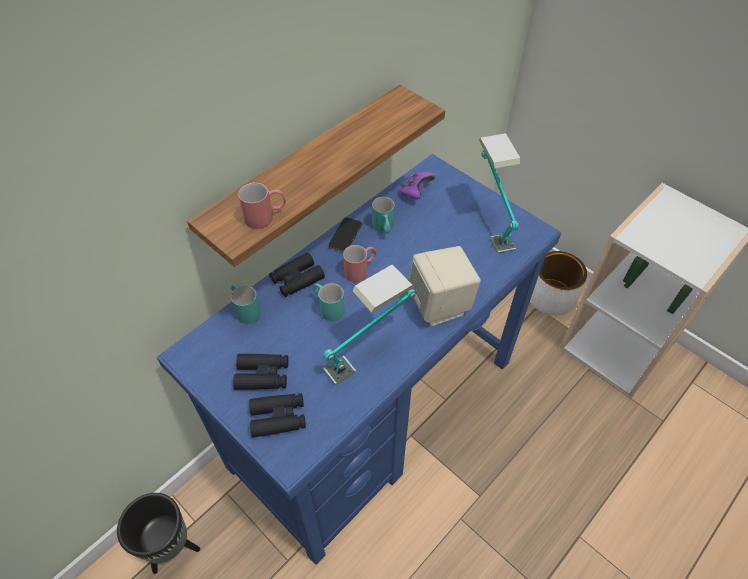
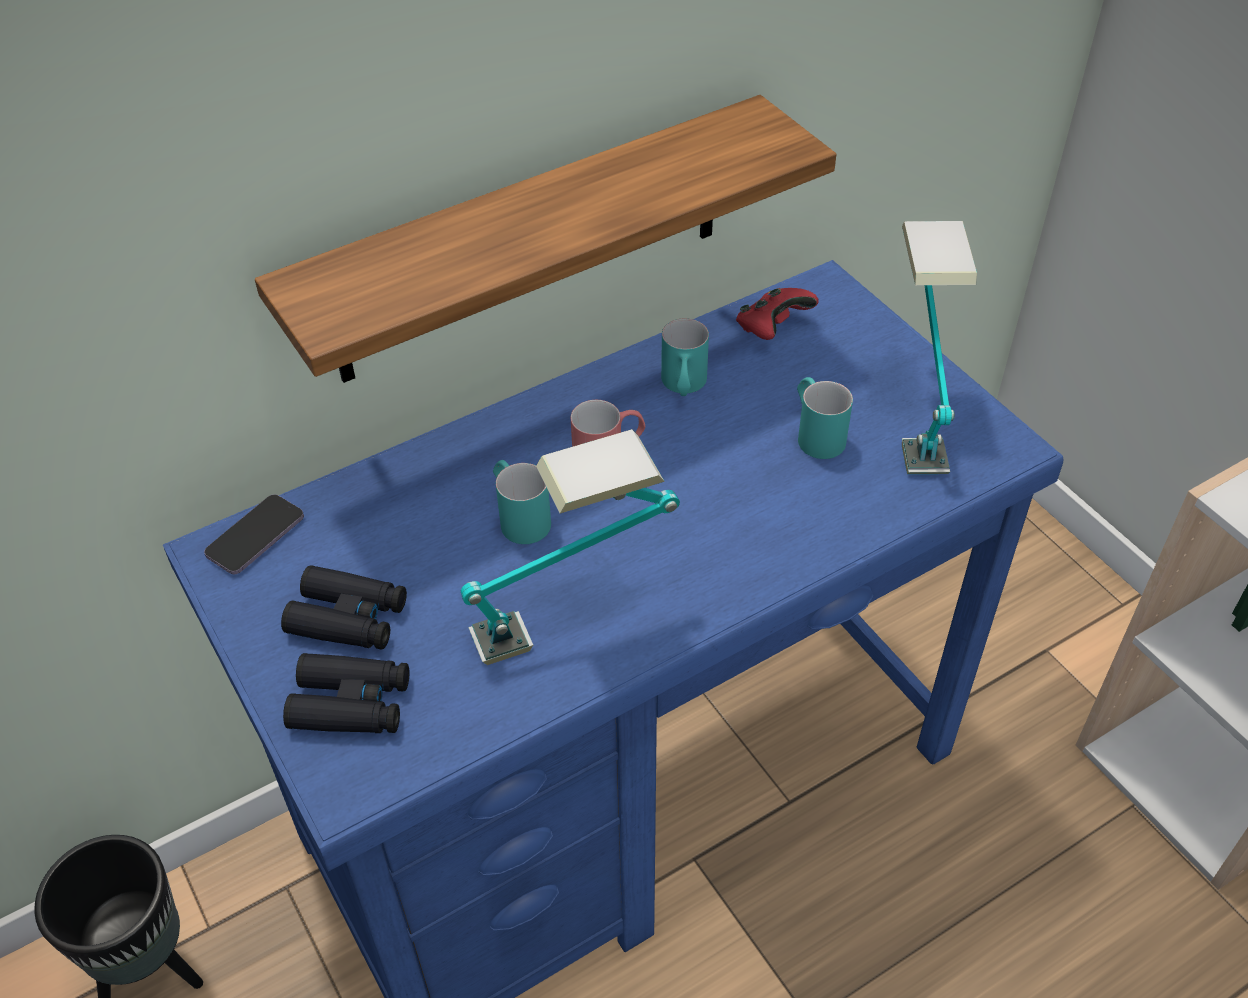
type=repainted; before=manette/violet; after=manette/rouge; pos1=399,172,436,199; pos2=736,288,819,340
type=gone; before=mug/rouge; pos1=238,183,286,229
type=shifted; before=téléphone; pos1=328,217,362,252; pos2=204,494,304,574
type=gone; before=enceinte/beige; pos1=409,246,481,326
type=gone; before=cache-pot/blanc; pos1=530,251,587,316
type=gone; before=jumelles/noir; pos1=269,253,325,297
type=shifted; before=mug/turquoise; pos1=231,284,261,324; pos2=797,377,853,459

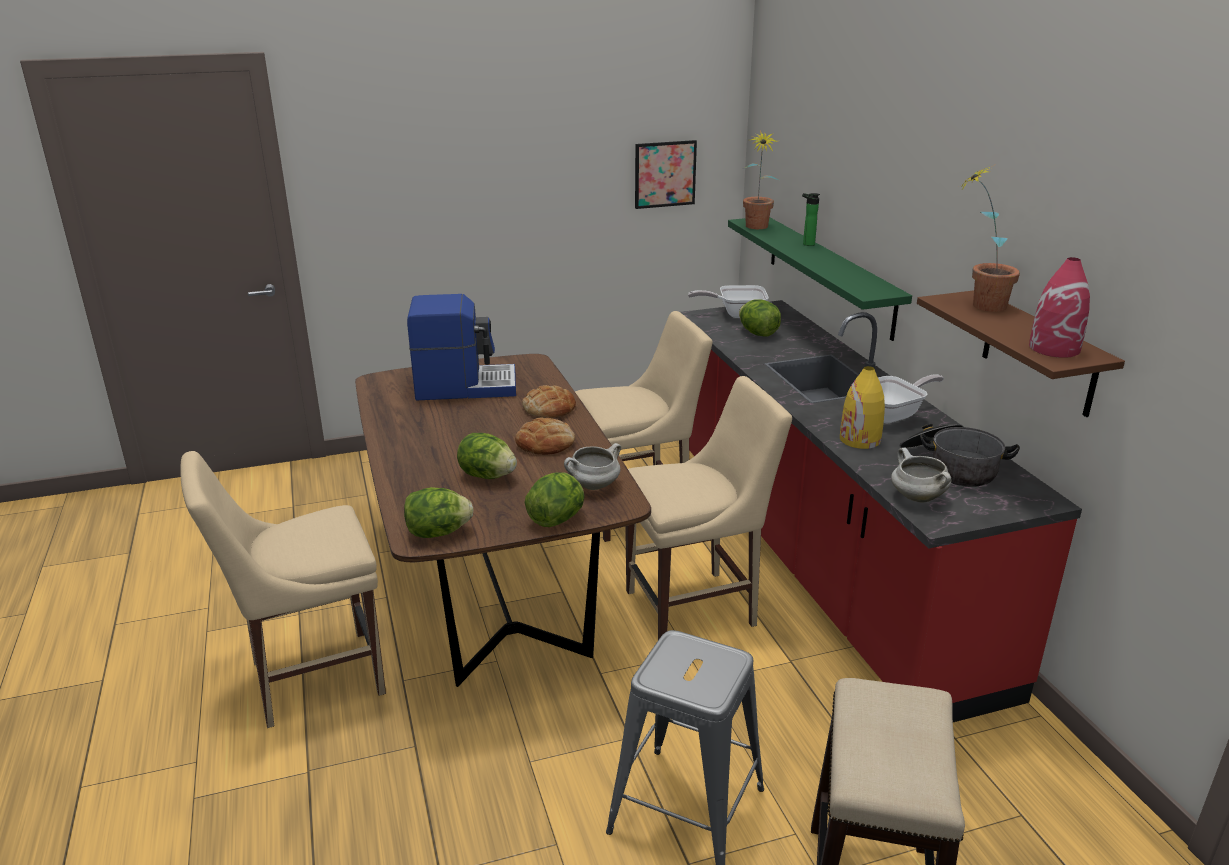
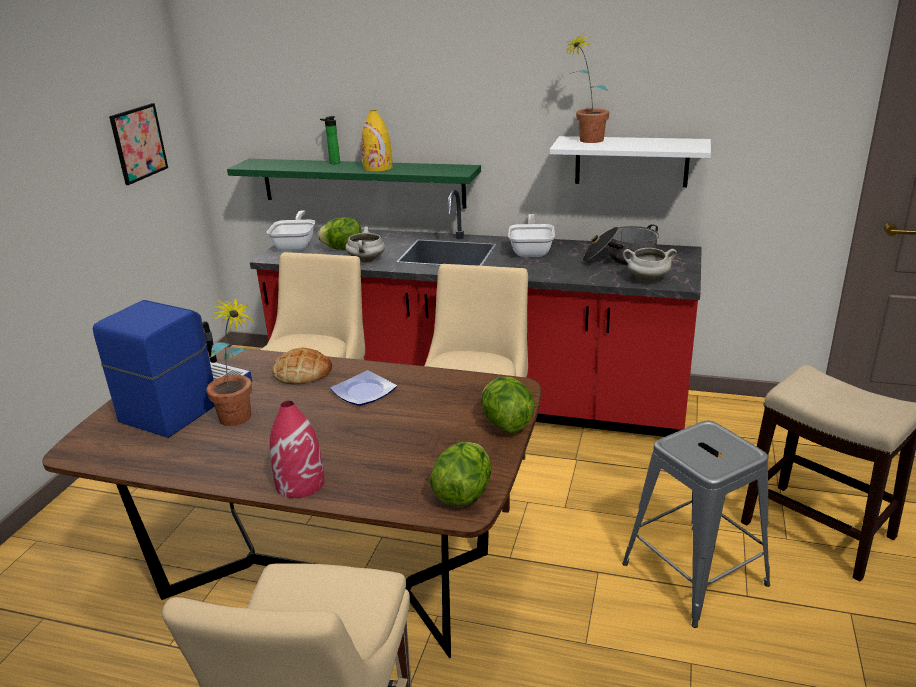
type=shifted; before=plante en pot; pos1=743,130,779,229; pos2=206,297,255,426
type=shifted; before=vase/rouge; pos1=1029,257,1090,358; pos2=270,401,325,498
type=rotated; before=poêle; pos1=688,285,769,318; pos2=267,210,315,251; turn=150
type=repainted; before=étagère/marron; after=étagère/blanc; pos1=917,290,1125,417; pos2=550,136,711,187
type=shifted; before=vase/jaune; pos1=840,366,885,449; pos2=361,110,393,172
type=swapped; before=pain; after=assiette; pos1=515,418,575,455; pos2=330,370,397,406
type=gone; before=laitue; pos1=457,433,517,479
type=shifted; before=marmite/blanc; pos1=564,443,621,490; pos2=345,227,385,263

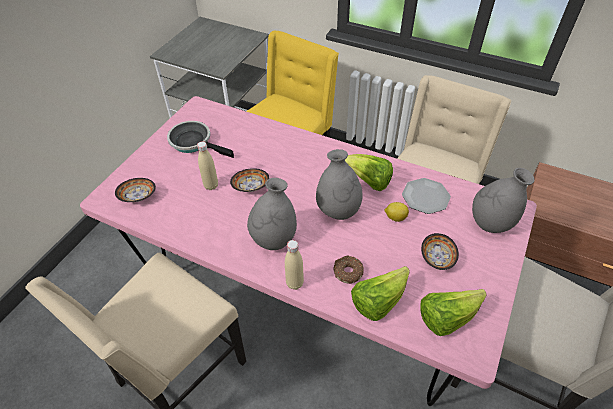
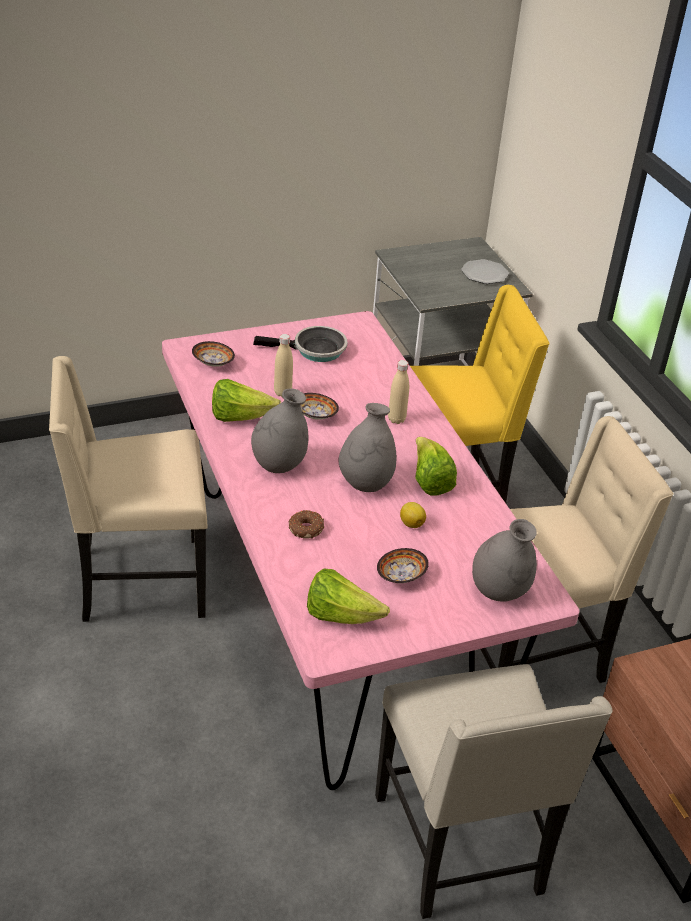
type=rotated; before=poêle; pos1=167,121,234,158; pos2=253,326,347,362; turn=105
type=shifted; before=assiette; pos1=402,178,451,214; pos2=461,259,509,284
type=shifted; before=bouteille/beige; pos1=285,240,304,290; pos2=388,360,409,424
type=shifted; before=laitue; pos1=351,266,410,321; pos2=212,379,281,422

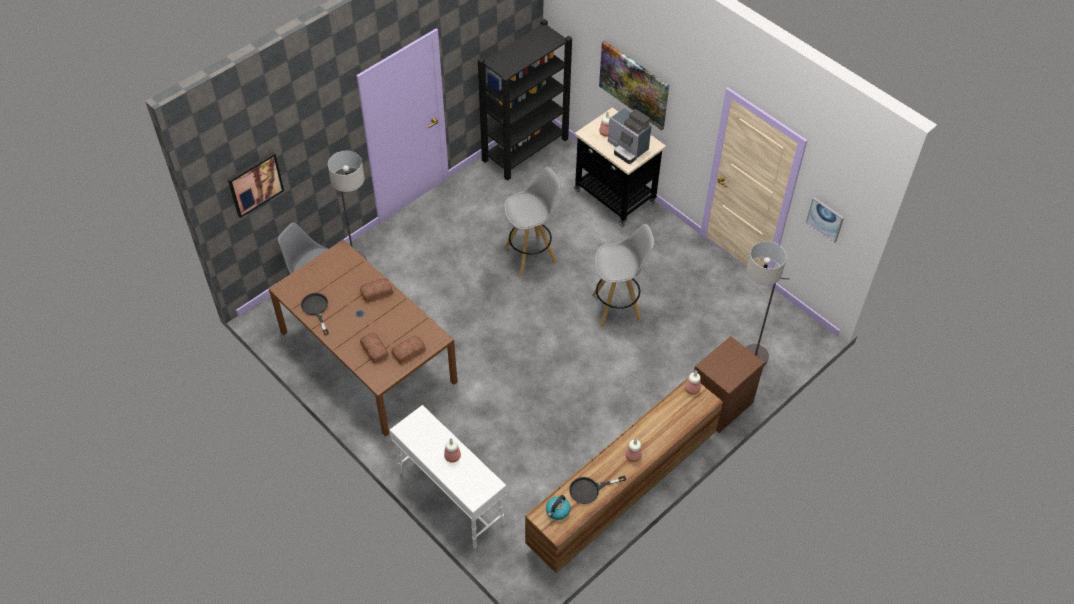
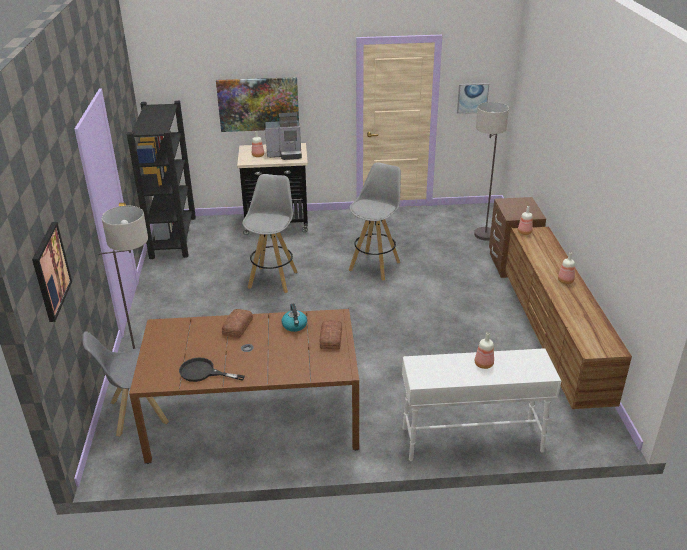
type=gone; before=pain; pos1=360,333,389,364
type=gone; before=poêle/noir; pos1=569,476,626,504
type=shifted; before=bouilloire; pos1=546,495,570,520; pos2=282,303,307,332

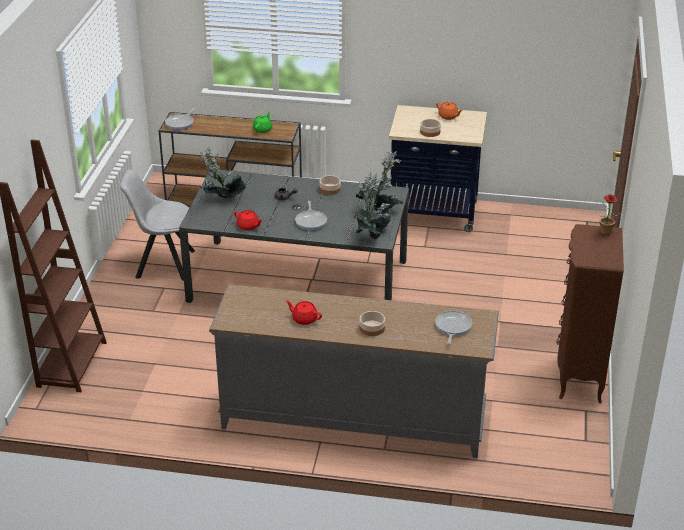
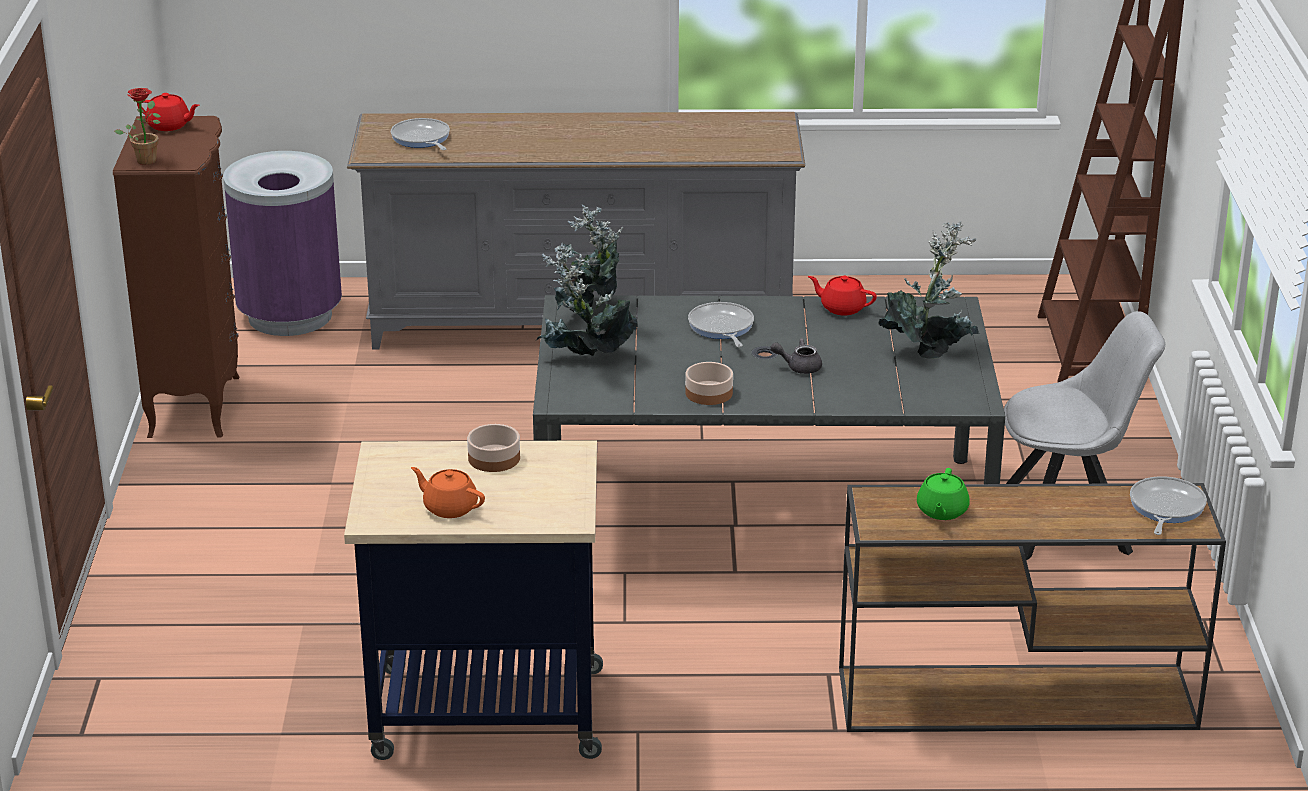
type=shifted; before=théière/rouge; pos1=286,300,322,325; pos2=137,93,200,131
type=rotated; before=poêle; pos1=435,310,472,344; pos2=391,118,450,150; turn=150
type=gone; before=bol; pos1=359,311,385,336
type=new; after=poubelle/violet; pos2=223,151,342,336

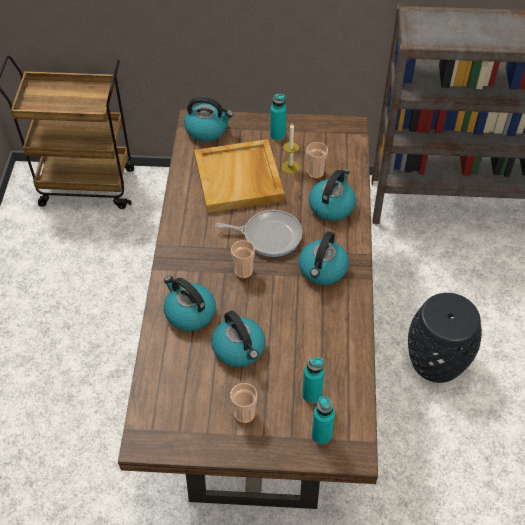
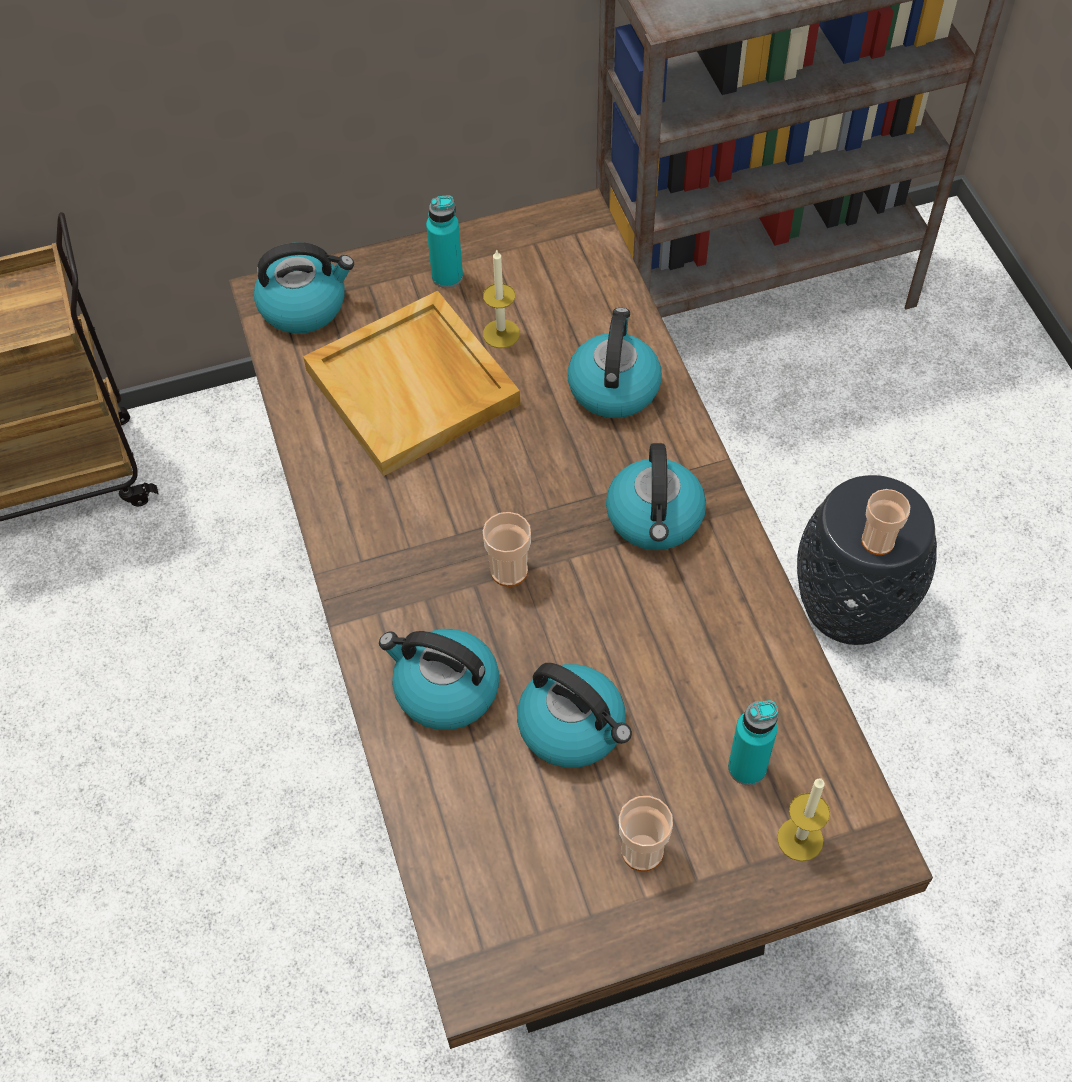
type=shifted; before=tasse; pos1=306,142,328,179; pos2=861,489,910,555
type=gone; before=poêle; pos1=215,210,302,257
type=swapped; before=bouteille/turquoise; after=bougie; pos1=312,395,335,445; pos2=777,778,830,861

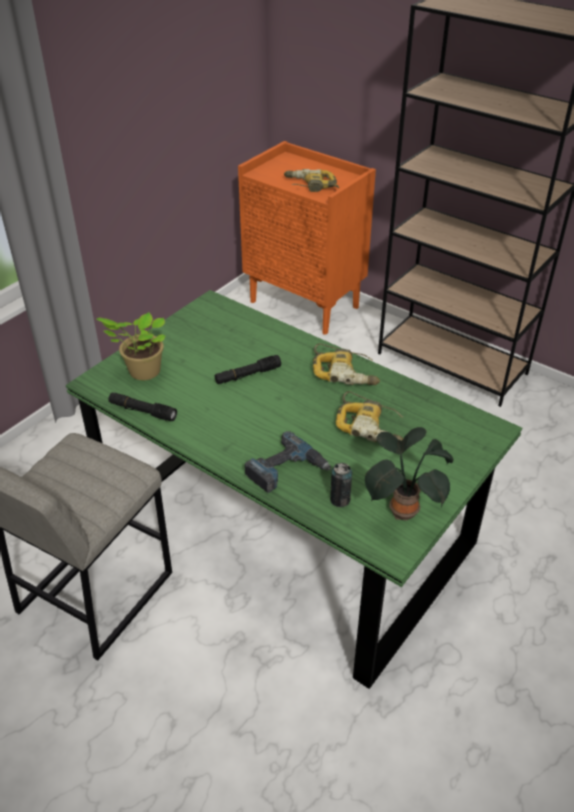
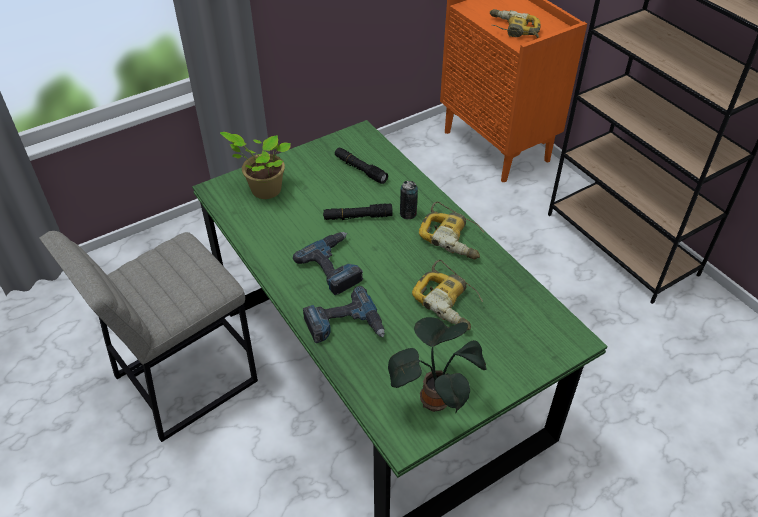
type=shifted; before=lampe de poche/noir; pos1=108,392,177,421; pos2=335,147,388,184
type=shifted; before=boîte métallique; pos1=330,463,352,507; pos2=400,181,418,219
type=new; after=perceuse; pos2=293,232,363,295

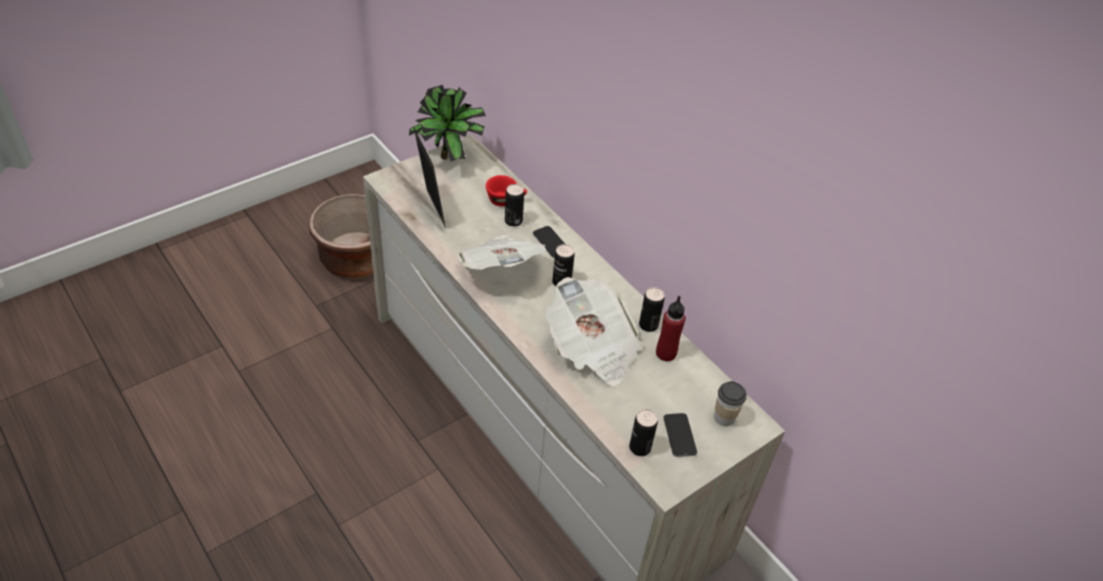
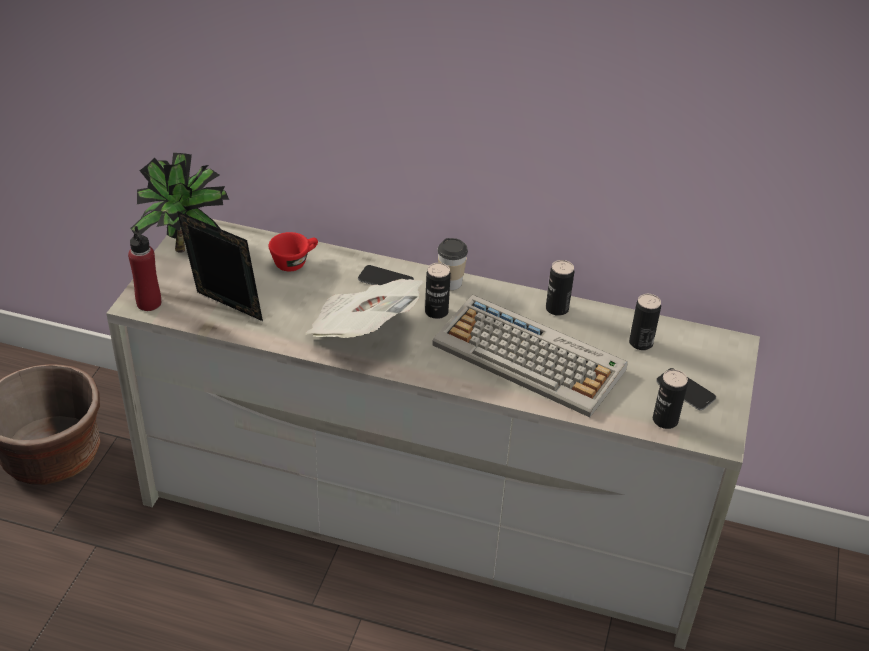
type=shifted; before=boîte métallique; pos1=505,184,524,227; pos2=629,294,661,350
type=swapped; before=journal; after=clavier; pos1=545,277,643,386; pos2=432,295,628,418
type=shifted; before=bouteille/rouge; pos1=656,296,685,361; pos2=128,226,161,311
type=shifted; before=tasse; pos1=714,381,747,426; pos2=437,238,468,290

